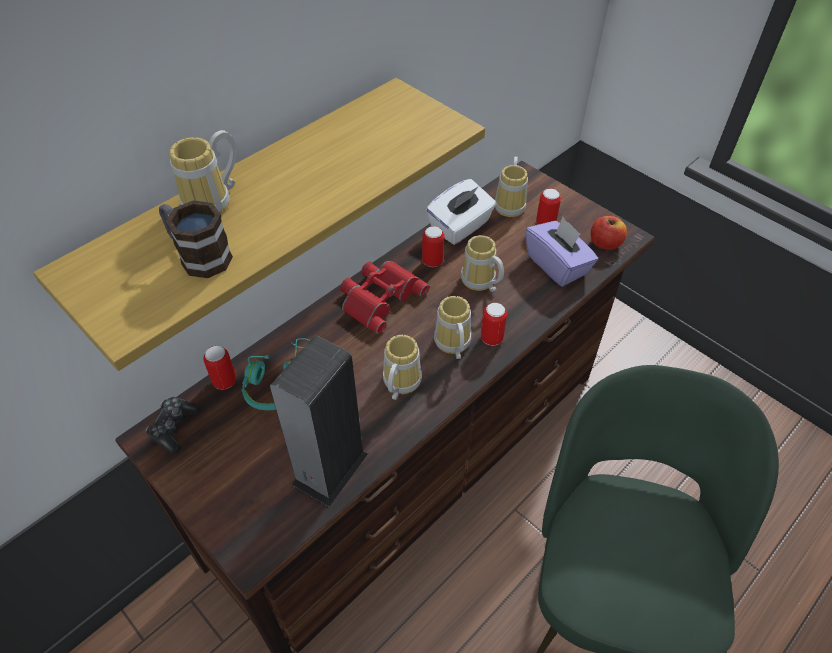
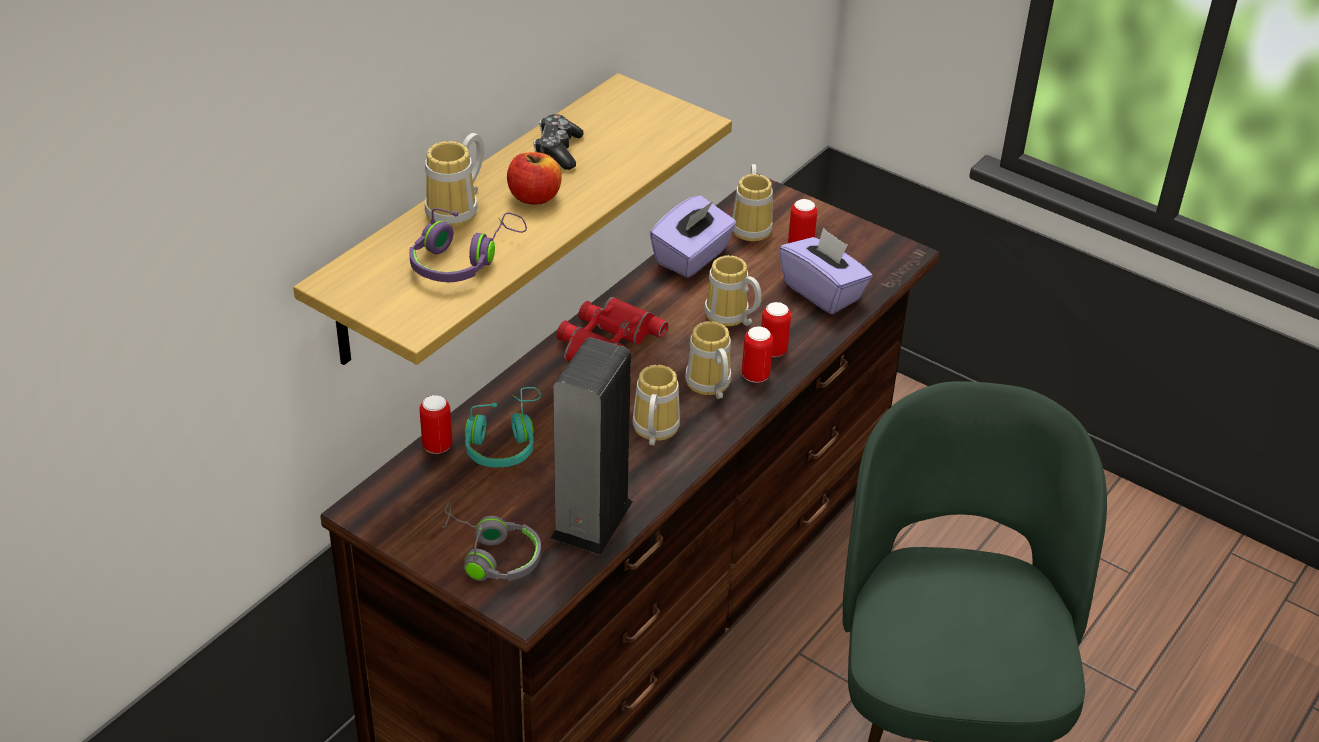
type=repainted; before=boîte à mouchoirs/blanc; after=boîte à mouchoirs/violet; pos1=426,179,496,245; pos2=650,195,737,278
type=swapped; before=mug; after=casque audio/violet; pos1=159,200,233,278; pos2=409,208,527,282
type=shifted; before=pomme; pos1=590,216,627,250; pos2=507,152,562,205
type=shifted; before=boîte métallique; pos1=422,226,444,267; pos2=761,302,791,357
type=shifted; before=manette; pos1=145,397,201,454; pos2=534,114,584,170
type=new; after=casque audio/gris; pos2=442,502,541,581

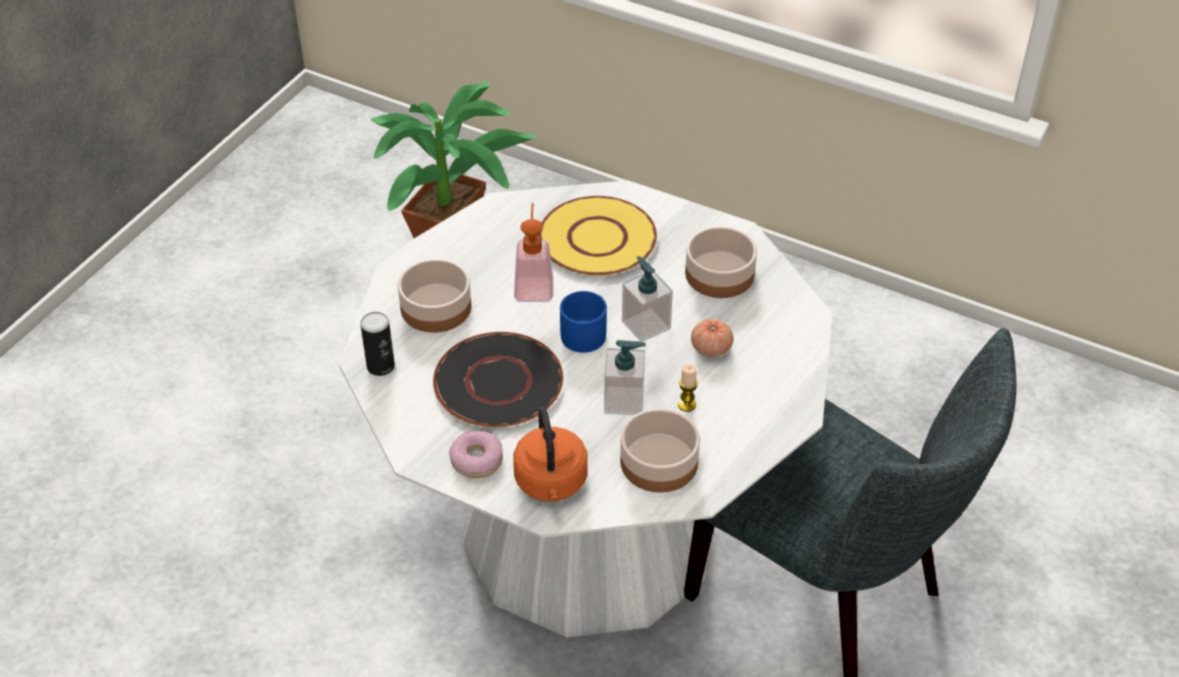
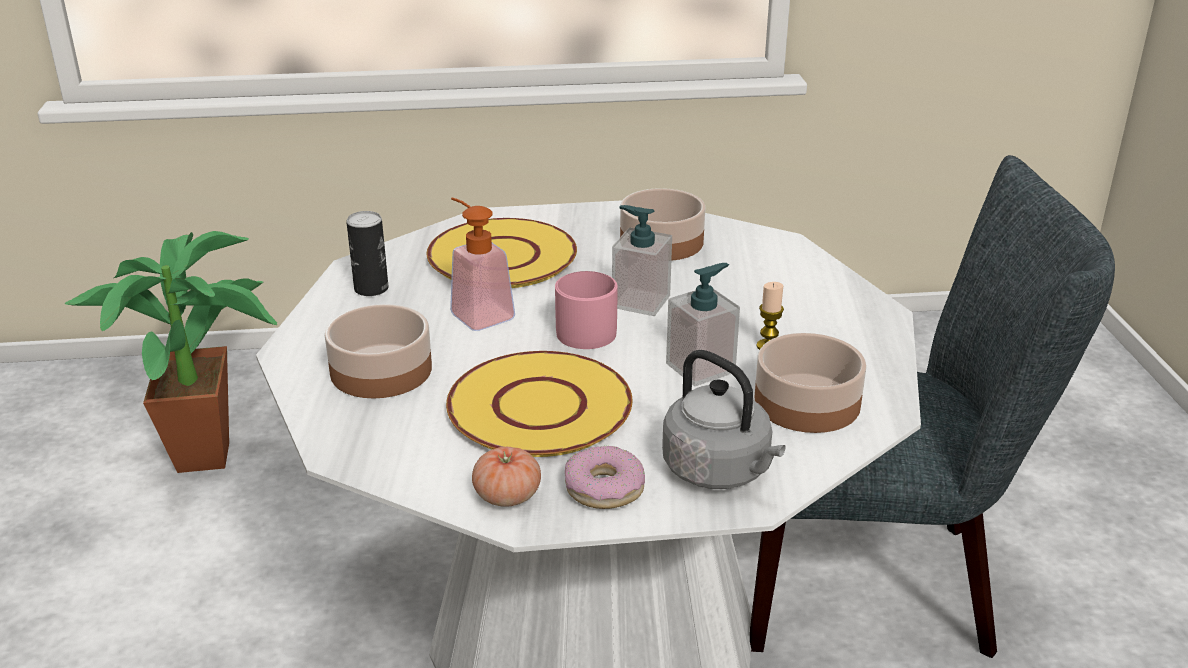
type=repainted; before=mug/bleu; after=mug/rose; pos1=560,291,607,353; pos2=555,271,618,349
type=shifted; before=boîte métallique; pos1=360,312,395,376; pos2=346,211,388,296
type=shifted; before=tomate; pos1=691,319,734,357; pos2=472,447,541,507
type=repainted; before=assiette/noir; after=assiette/jaune; pos1=433,332,563,427; pos2=446,351,632,457
type=repainted; before=bouilloire/orange; after=bouilloire/gris; pos1=513,406,588,501; pos2=662,350,785,489

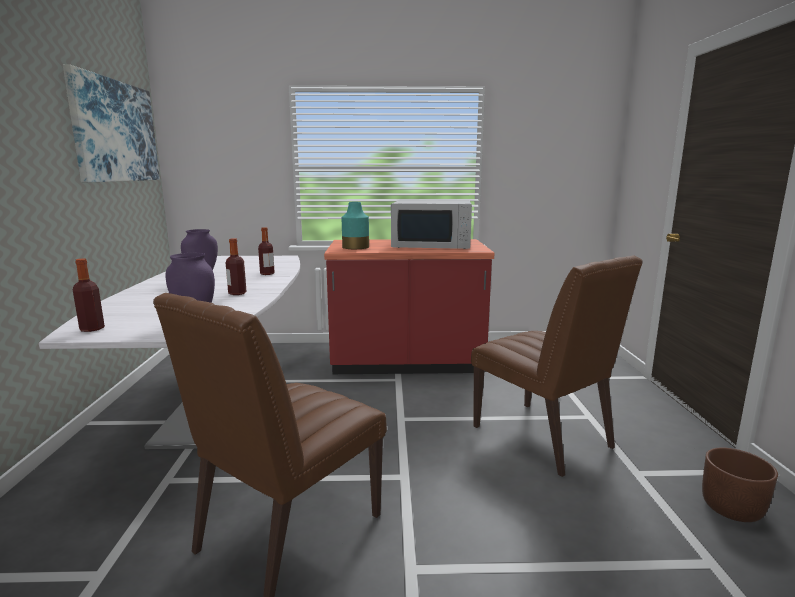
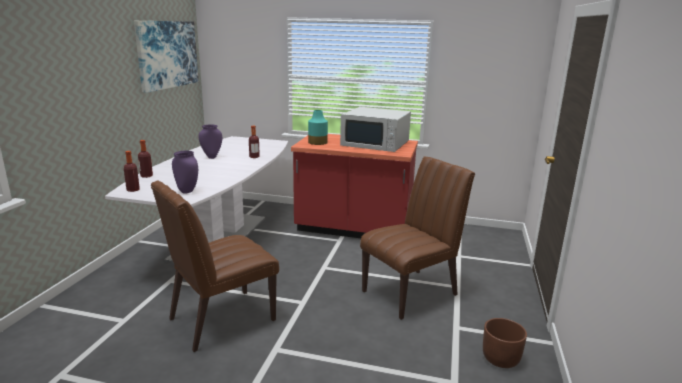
type=shifted; before=bouteille; pos1=226,238,246,295; pos2=138,140,153,178
type=rotated; before=chaise/marron; pos1=471,255,643,477; pos2=360,156,475,320; turn=-105

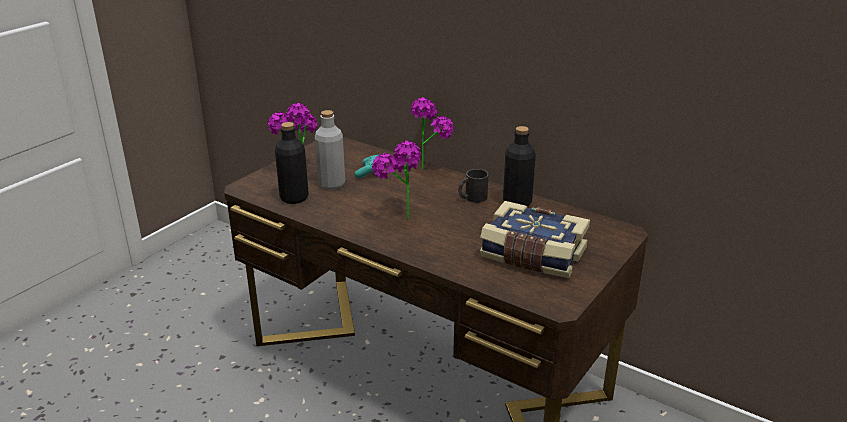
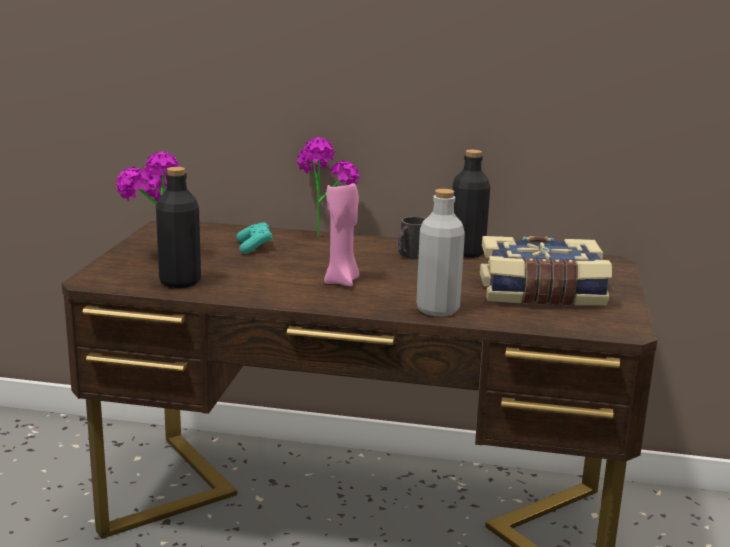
type=shifted; before=bouteille/gris; pos1=315,110,345,190; pos2=416,189,465,316
type=swapped; before=plante en pot; after=bougie/rose; pos1=372,141,421,220; pos2=324,183,359,286

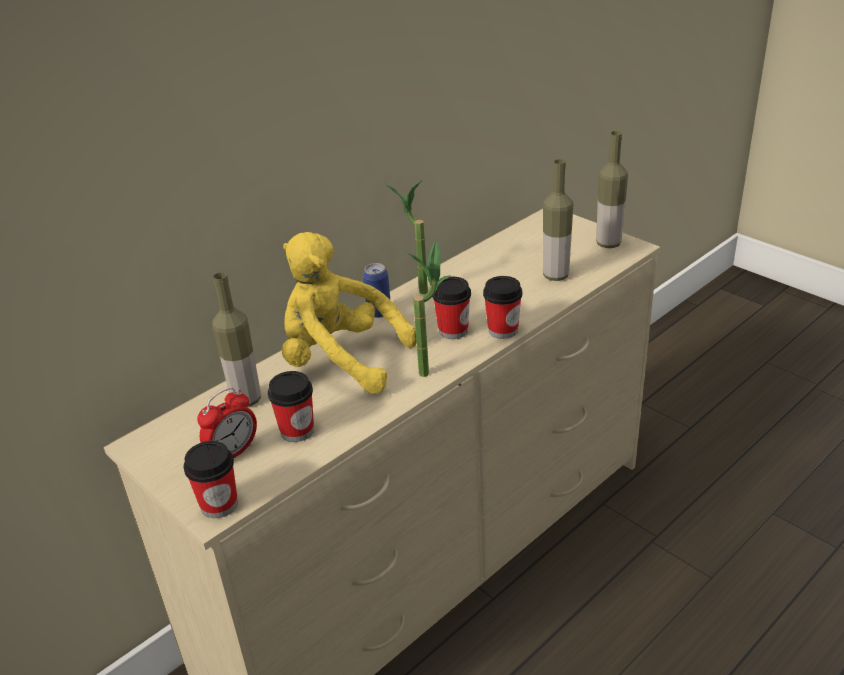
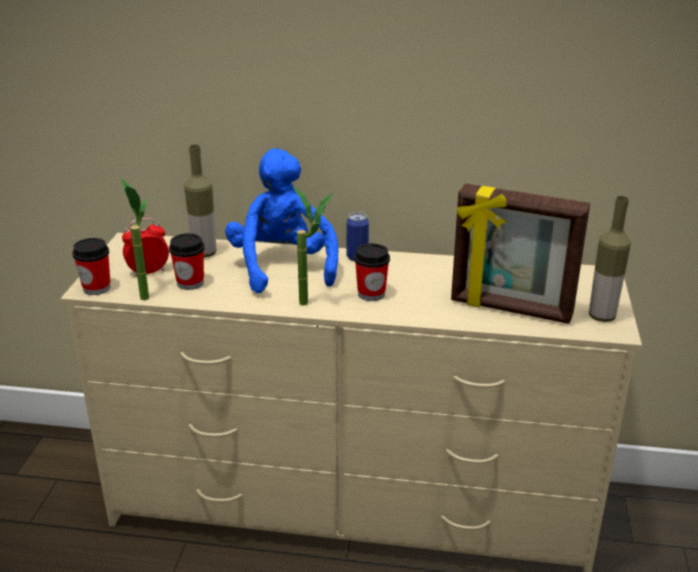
type=swapped; before=bouteille; after=cadre photo; pos1=543,159,573,281; pos2=451,183,590,324
type=shifted; before=plante en pot; pos1=384,179,428,294; pos2=120,178,149,300
type=repainted; before=peluche/jaune; after=peluche/bleu; pos1=282,232,417,394; pos2=225,149,339,293
type=gone; before=tasse; pos1=483,276,523,339
type=rotated; before=réveil; pos1=197,387,257,458; pos2=122,218,169,277; turn=150

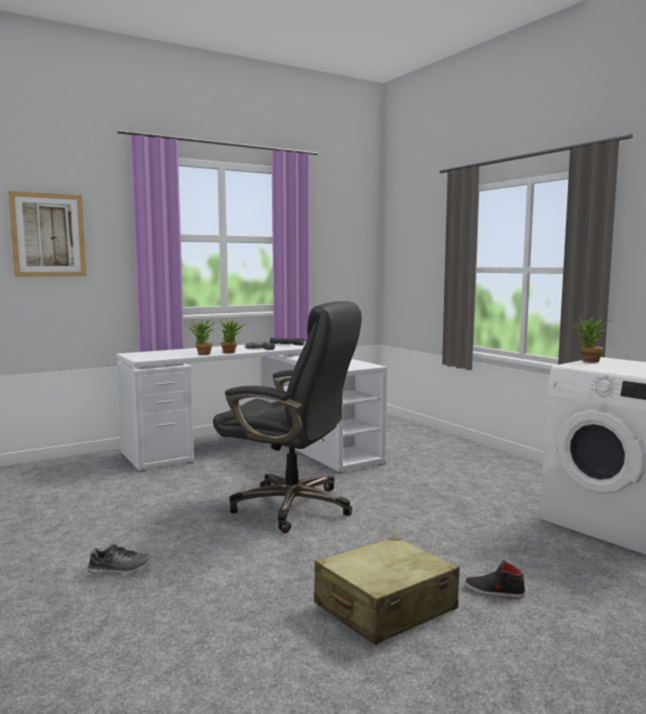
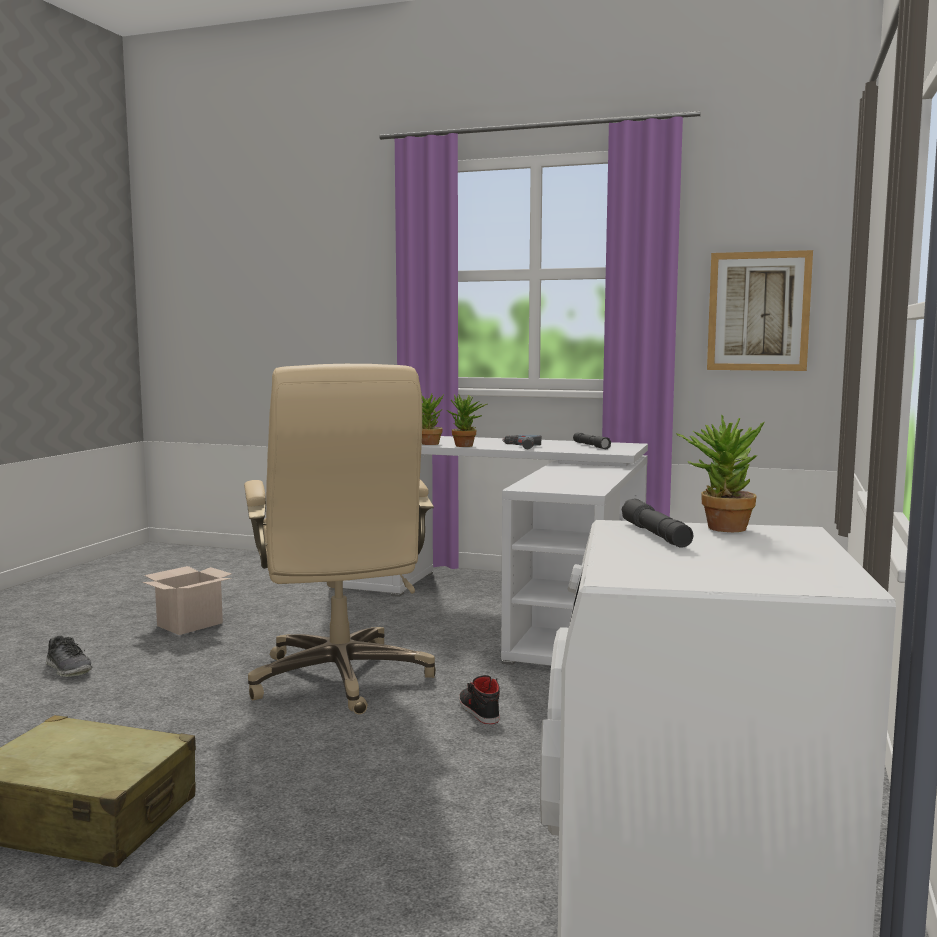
type=shifted; before=tableau; pos1=8,191,86,277; pos2=707,250,813,371
type=repainted; before=chaise de bureau/noir; after=chaise de bureau/beige; pos1=213,301,361,533; pos2=244,364,436,714
type=shifted; before=chaussure/noir; pos1=465,560,525,599; pos2=459,675,500,724
type=new; after=lampe de poche/gris; pos2=622,498,693,548
type=new; after=carton; pos2=142,566,232,635

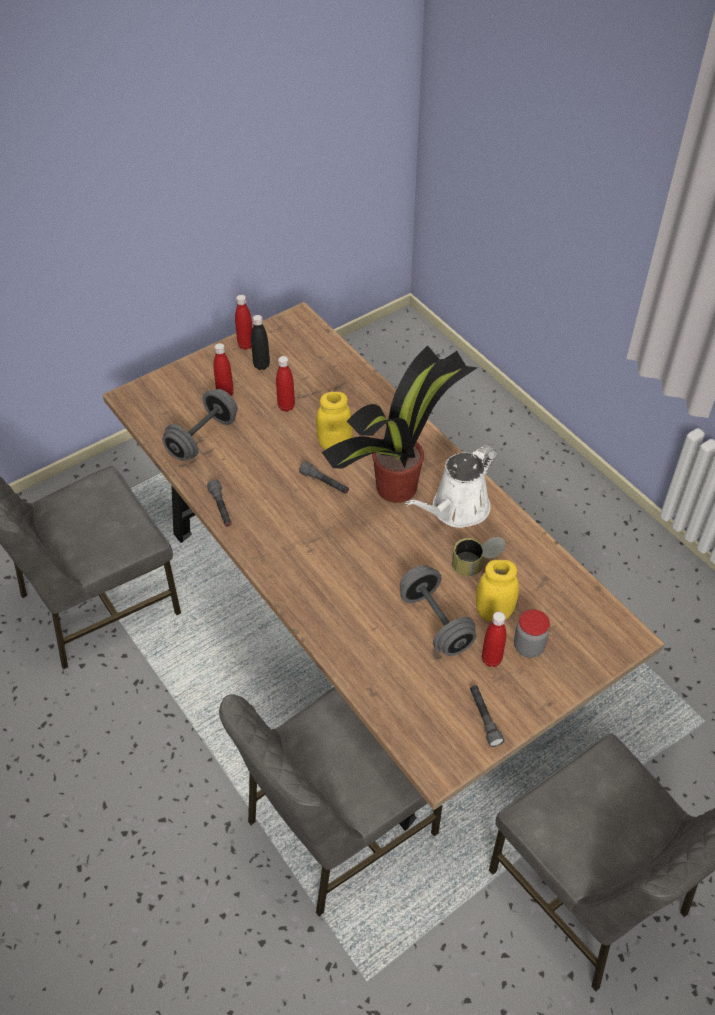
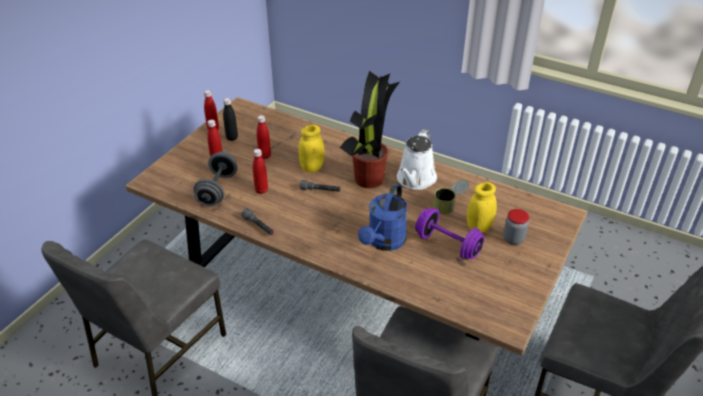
type=repainted; before=haltère/gris; after=haltère/violet; pos1=400,565,476,656; pos2=415,208,485,259
type=shifted; before=bouteille/rouge; pos1=482,611,506,667; pos2=253,149,268,194
type=gone; before=lampe de poche/gris; pos1=470,685,504,747
type=new; after=arrosoir/bleu; pos2=358,184,407,251

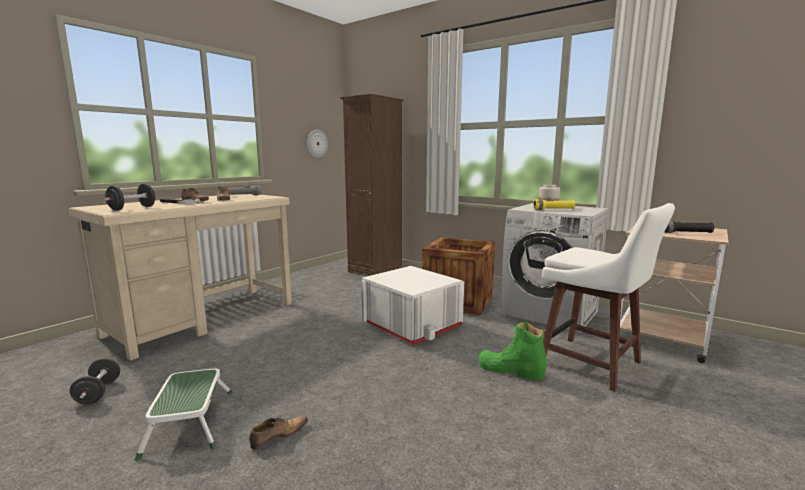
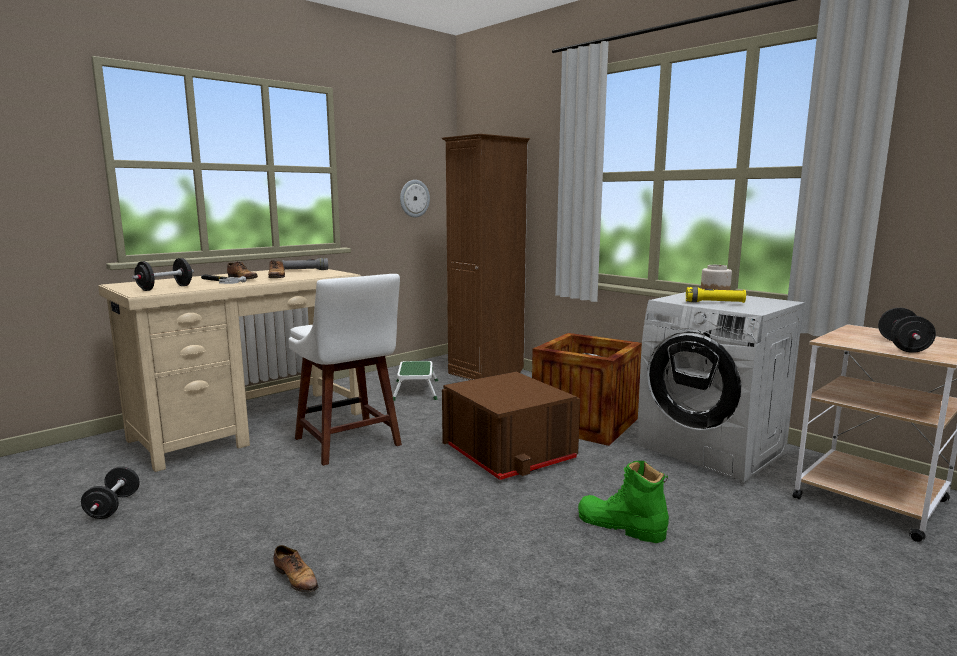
type=shifted; before=tabouret/blanc; pos1=542,203,675,392; pos2=289,274,402,466
type=swapped; before=lampe de poche/noir; after=haltère/noir; pos1=664,220,714,233; pos2=878,308,936,353
type=repainted; before=boîte de rangement/blanc; after=boîte de rangement/marron; pos1=361,266,464,345; pos2=442,372,580,480
type=shifted; before=escabeau/vert; pos1=135,369,233,461; pos2=393,361,438,401
type=rotated; before=chaussure; pos1=249,416,308,450; pos2=274,545,318,592; turn=75

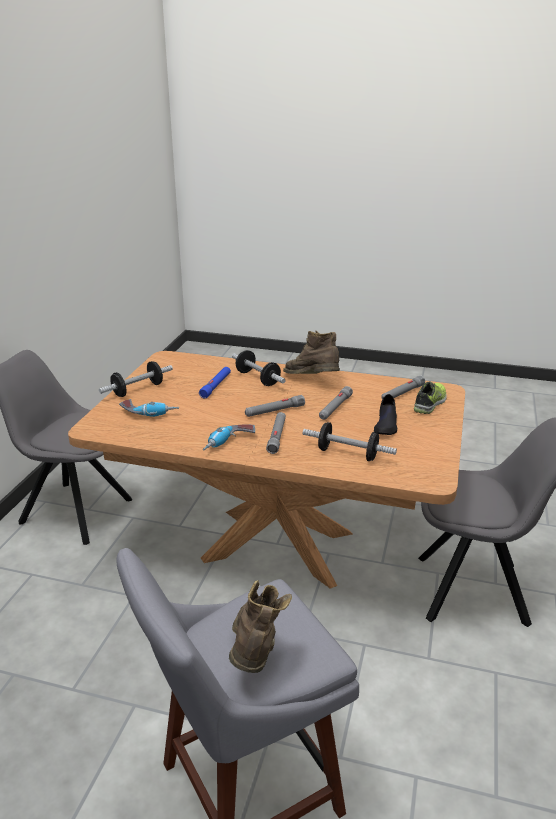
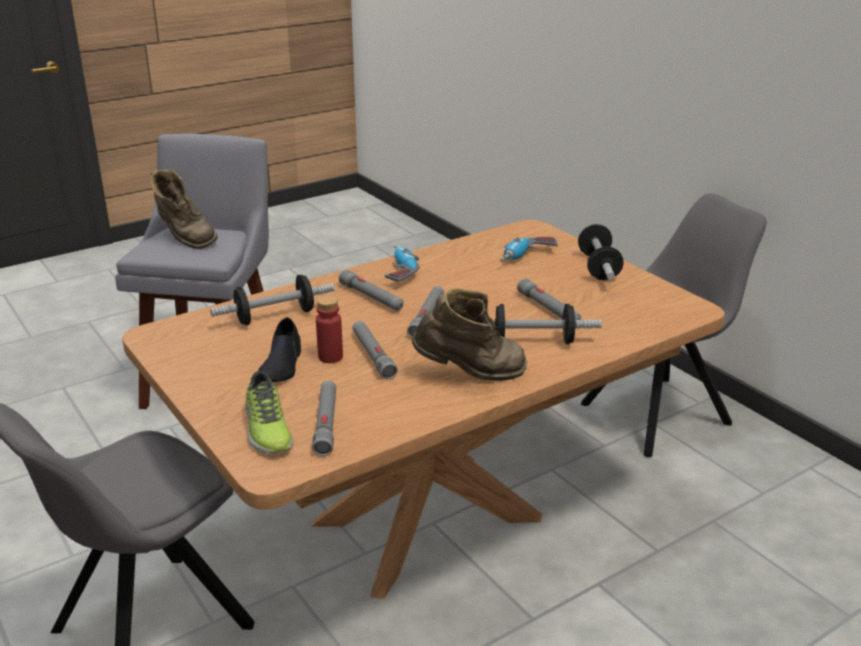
type=repainted; before=lampe de poche/bleu; after=lampe de poche/gris; pos1=199,367,231,398; pos2=517,278,581,320
type=rotated; before=chaussure/noir; pos1=374,394,397,435; pos2=258,317,301,382; turn=-135
type=new; after=bouteille/rouge; pos2=316,296,343,363

